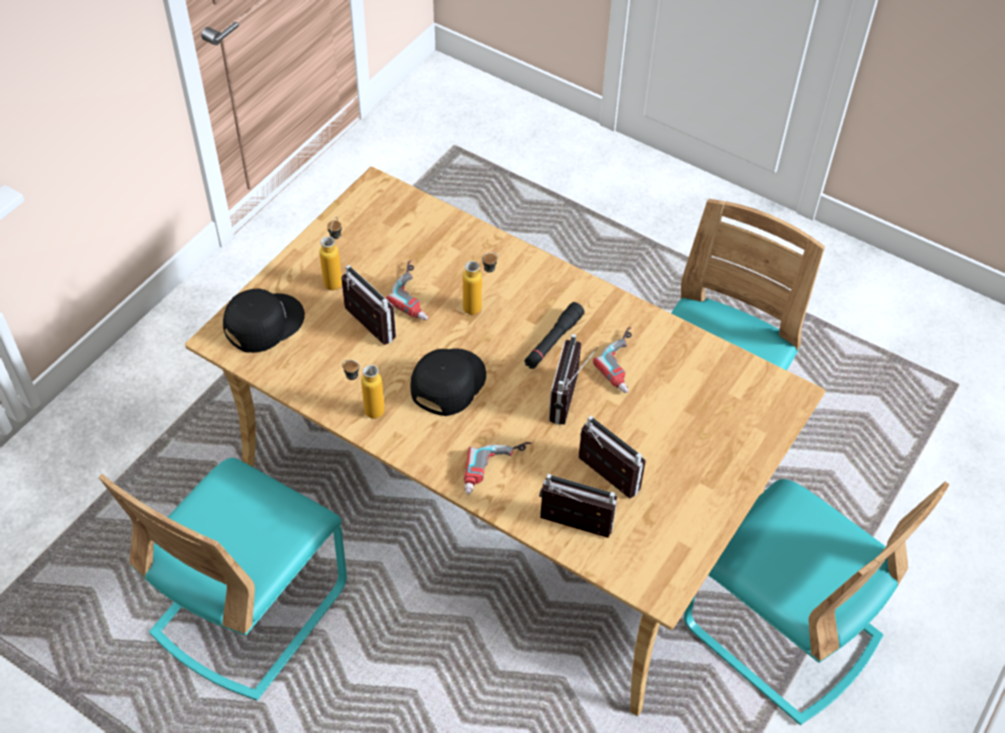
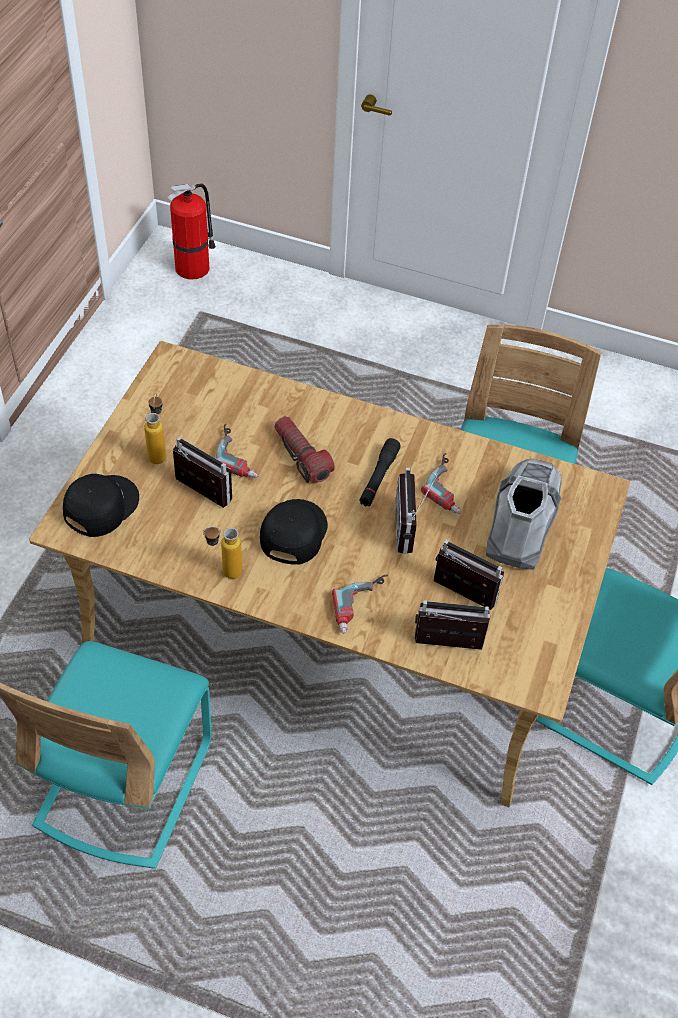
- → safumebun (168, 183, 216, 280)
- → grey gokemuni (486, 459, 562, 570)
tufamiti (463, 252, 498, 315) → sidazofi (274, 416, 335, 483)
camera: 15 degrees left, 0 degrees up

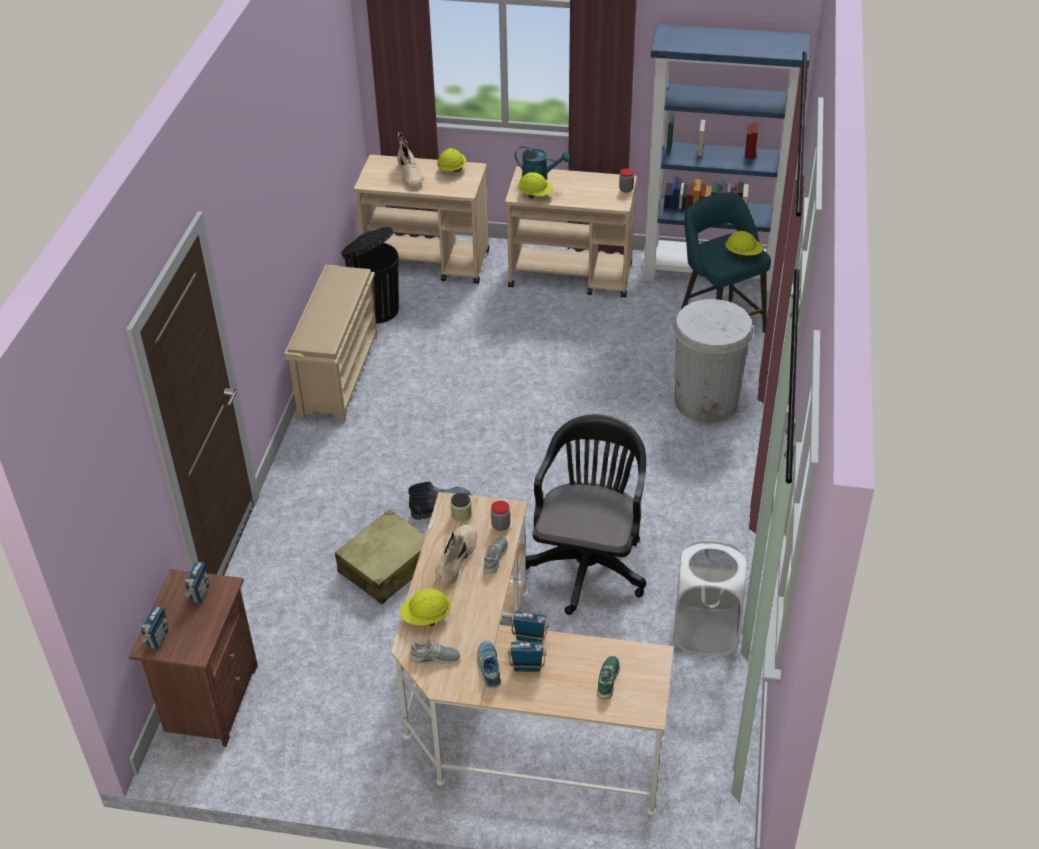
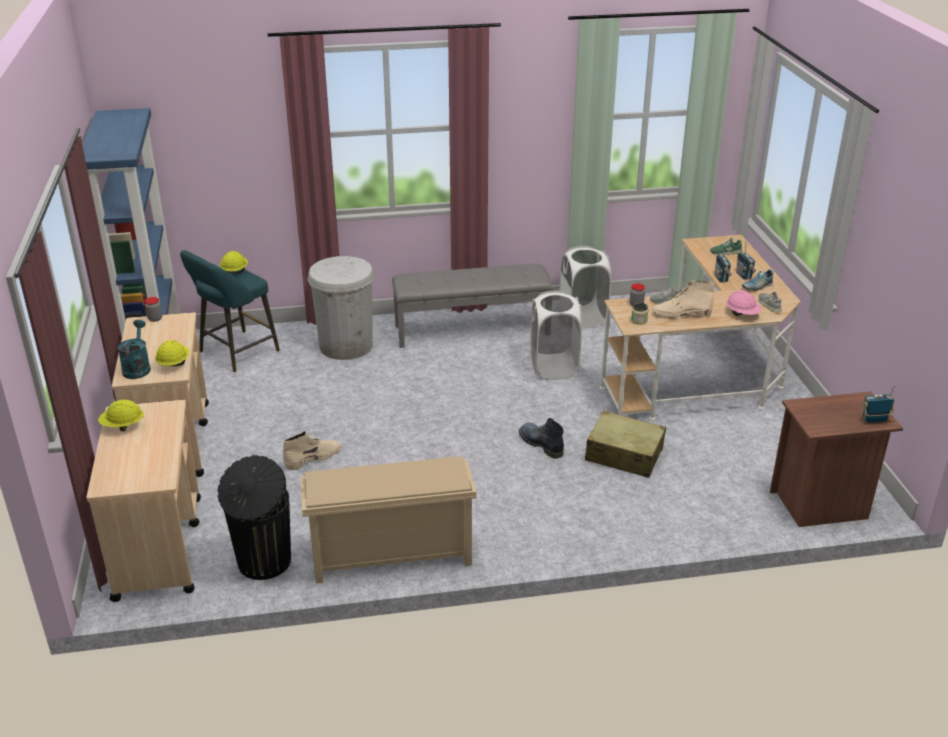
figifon (184, 562, 209, 603) → -
- → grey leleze (392, 264, 554, 348)
beige gokemuni (397, 132, 423, 187) → beige gokemuni (283, 430, 341, 470), move
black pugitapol (526, 414, 646, 615) → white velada (530, 291, 582, 380)
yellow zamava (400, 588, 451, 626) → pink zamava (726, 290, 761, 316)
camera: 110 degrees left, 10 degrees down

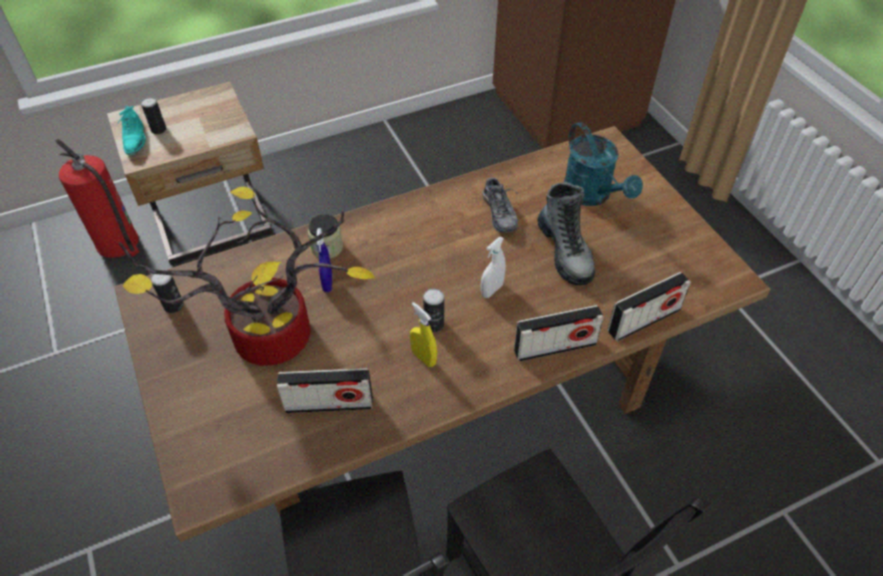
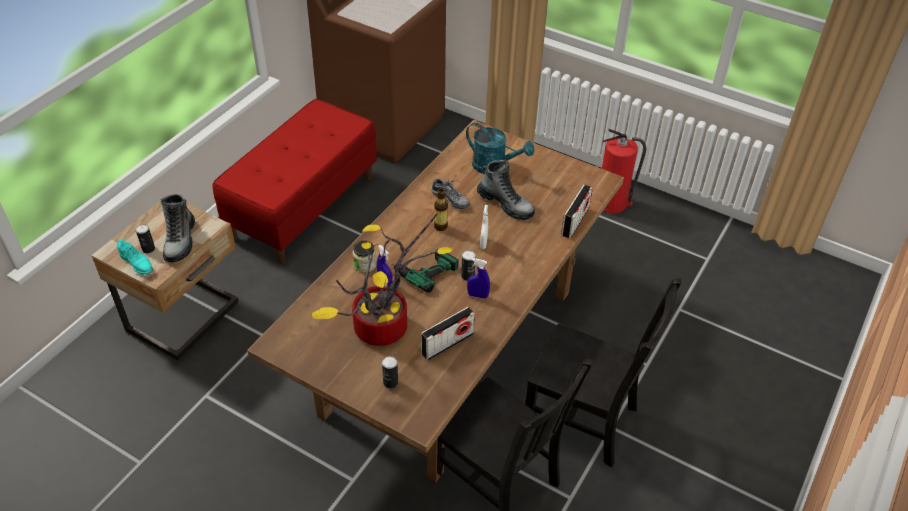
figifon (514, 305, 604, 362) → -
- → gokemuni (161, 194, 195, 262)
- → red leleze (213, 99, 377, 264)
- → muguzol (386, 249, 459, 293)
- → tufamiti (434, 188, 448, 231)
safumebun (55, 139, 139, 258) → safumebun (602, 129, 646, 214), move
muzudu (151, 274, 184, 313) → muzudu (382, 356, 398, 389), move
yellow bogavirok (410, 302, 437, 367) → blue bogavirok (467, 258, 490, 299)
camera: 35 degrees left, 5 degrees down

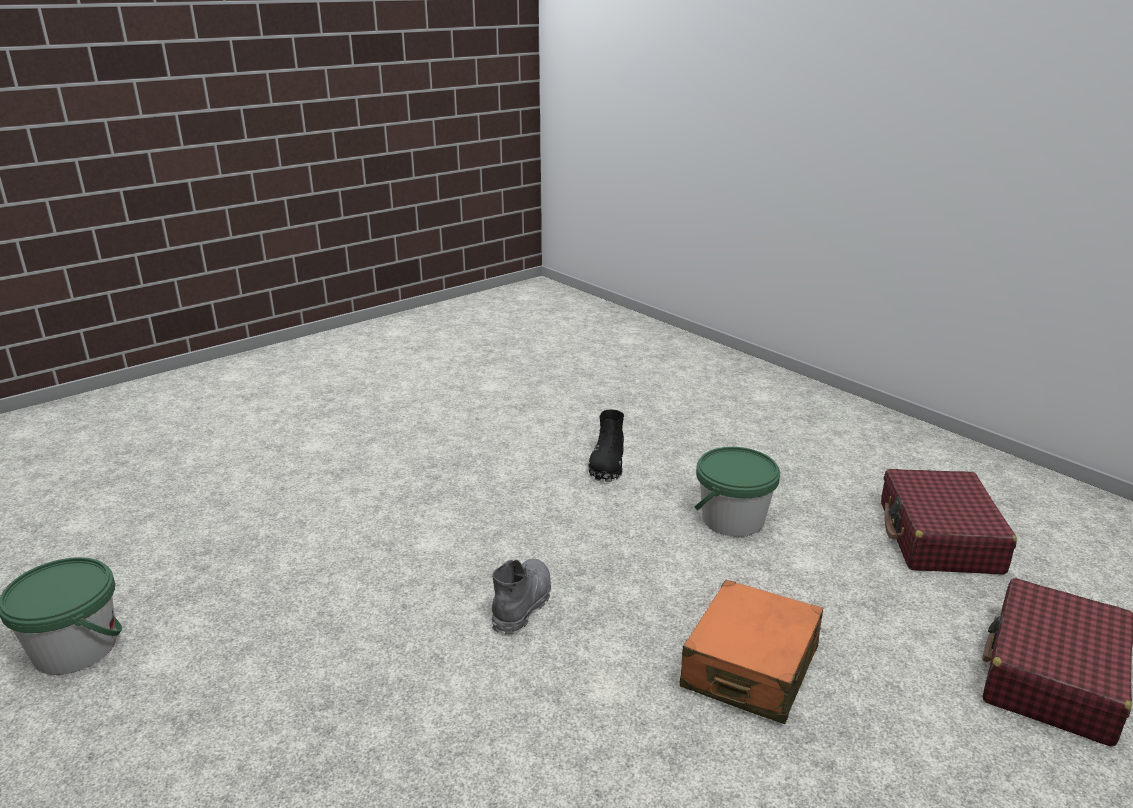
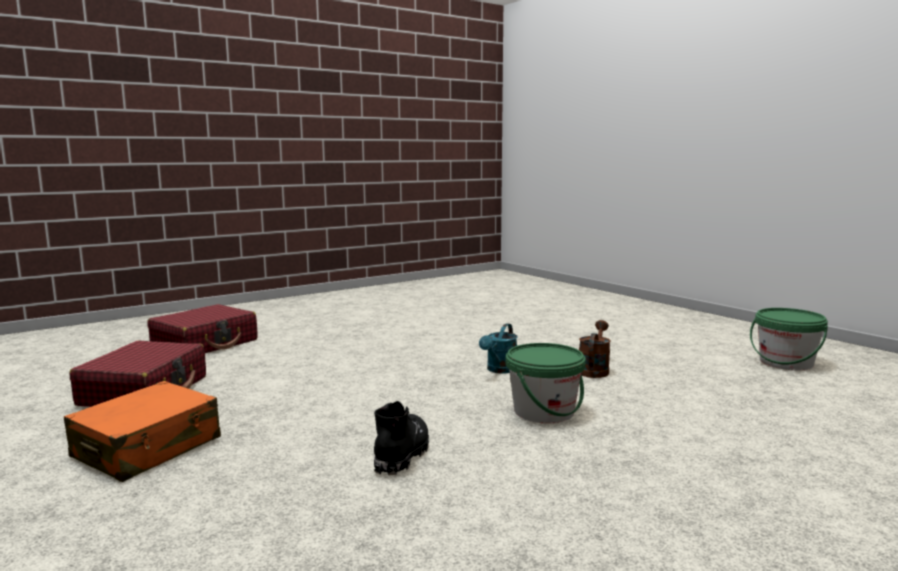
- → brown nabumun (579, 320, 611, 378)
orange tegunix (680, 580, 823, 724) → orange tegunix (64, 381, 221, 482), move
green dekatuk (695, 447, 780, 537) → green dekatuk (506, 343, 586, 423), move
grey gokemuni (492, 558, 551, 635) → turquoise nabumun (479, 323, 517, 373)
camera: 175 degrees left, 15 degrees down

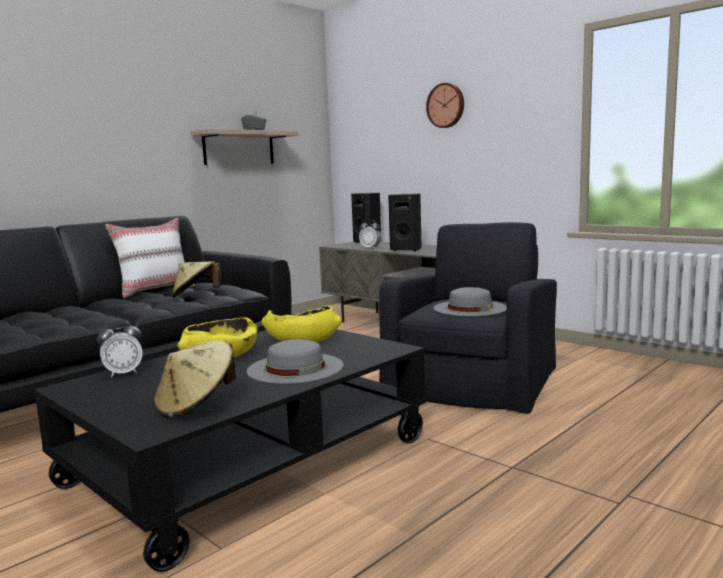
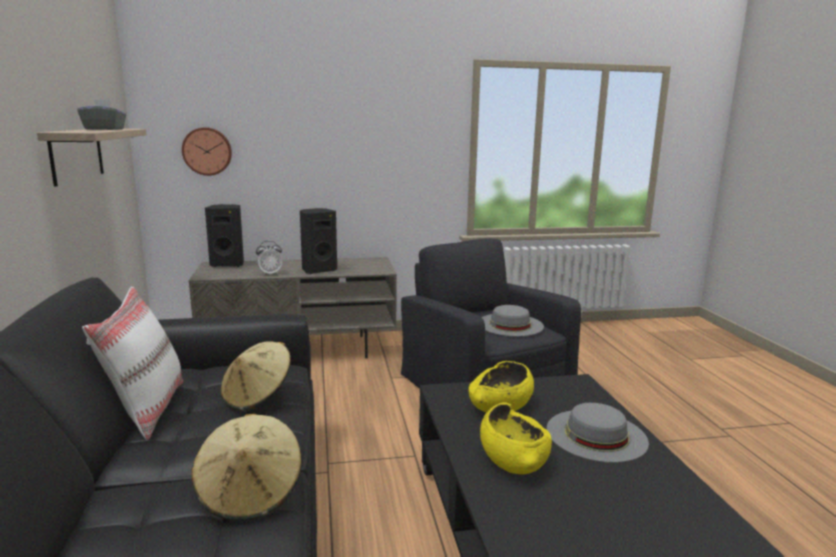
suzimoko (97, 320, 143, 377) → -
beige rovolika (154, 341, 236, 418) → beige rovolika (191, 414, 302, 521), move
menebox (426, 83, 464, 128) → menebox (182, 127, 232, 176), move
camera: 55 degrees left, 5 degrees up

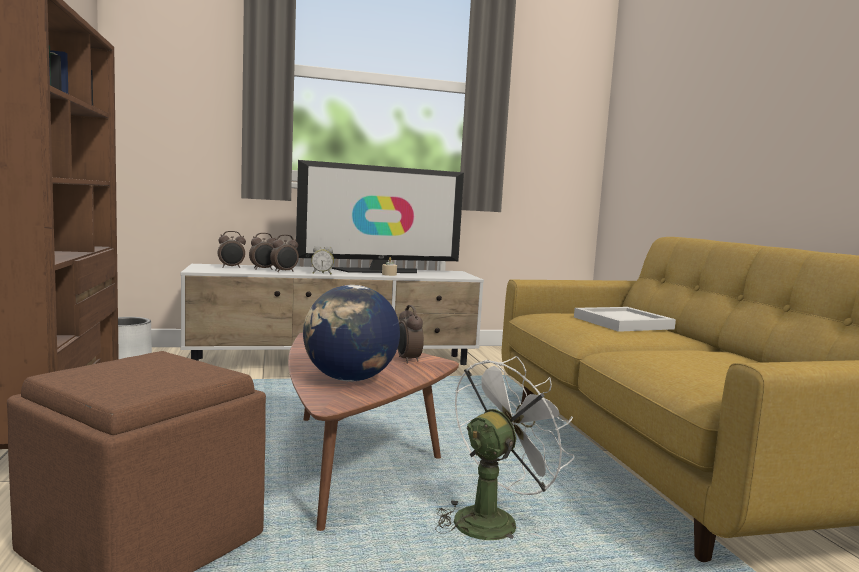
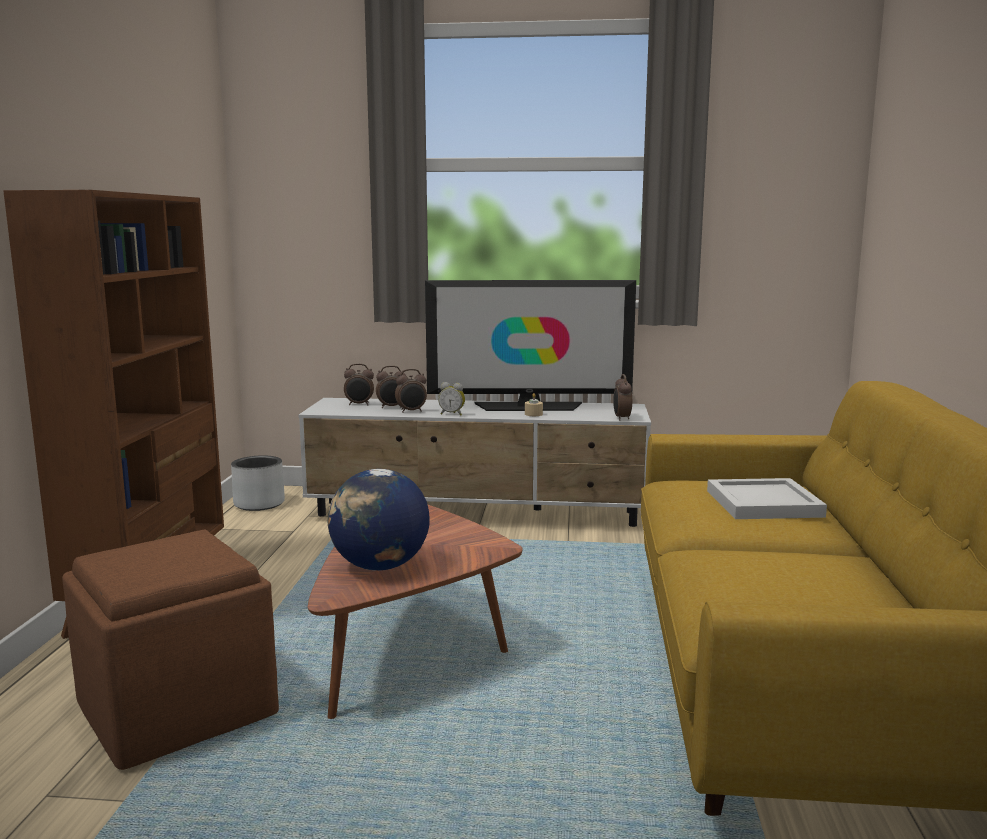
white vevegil (436, 356, 574, 540) → -
suzimoko (397, 305, 424, 364) → suzimoko (613, 374, 632, 421), move
camera: 20 degrees right, 5 degrees up

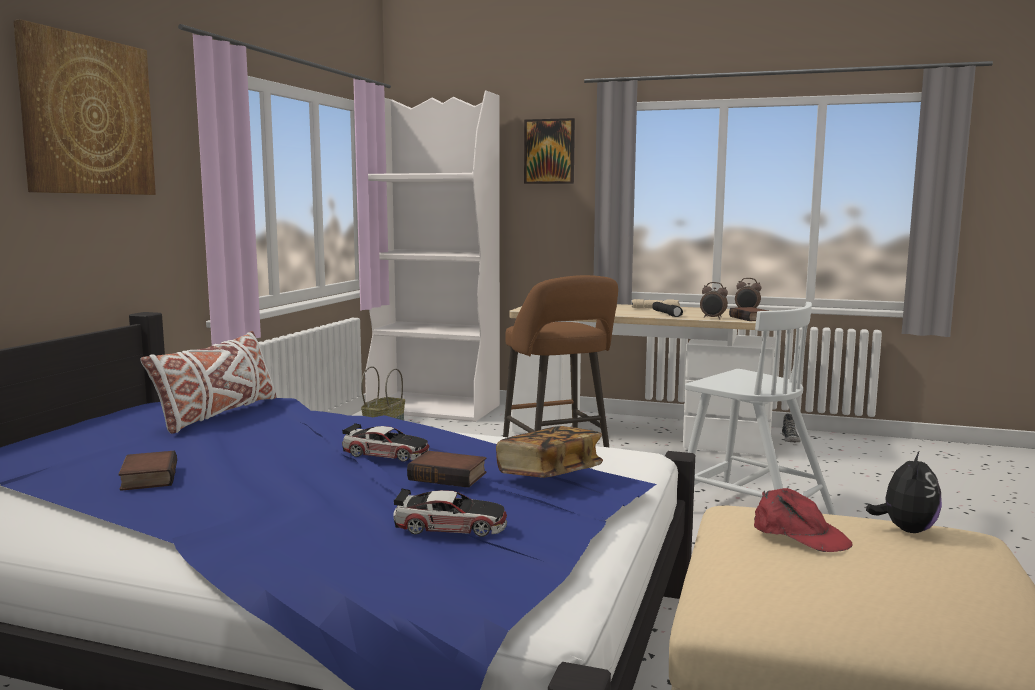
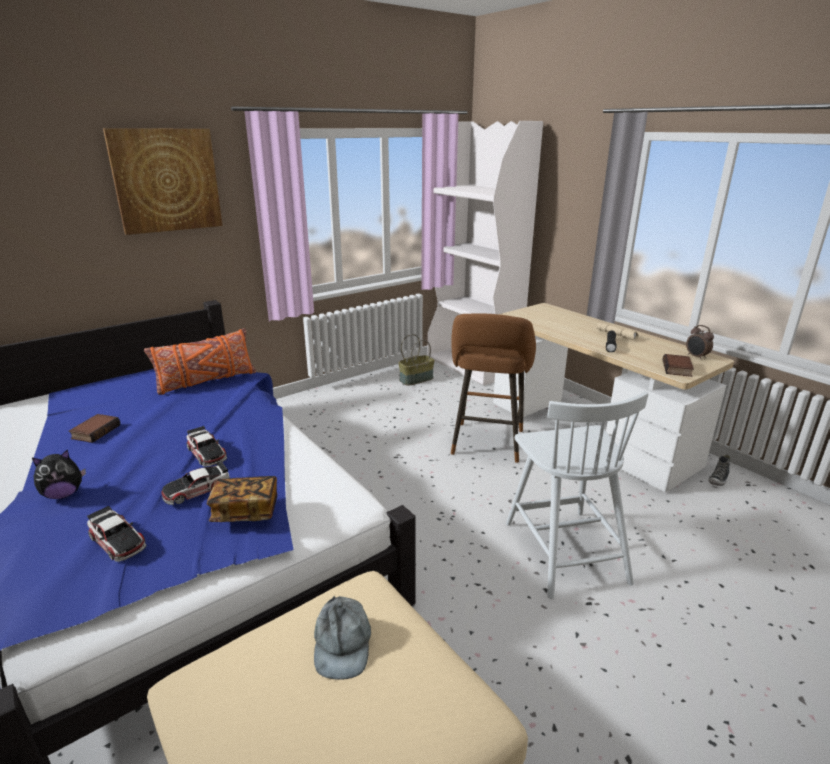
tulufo (524, 118, 575, 184) → -
suzimoko (700, 282, 728, 319) → -
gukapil (866, 450, 942, 533) → gukapil (32, 450, 86, 499), move
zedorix (407, 451, 487, 488) → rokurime (162, 461, 230, 505)
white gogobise (140, 331, 276, 434) → orange gogobise (144, 328, 256, 395)
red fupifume (754, 488, 853, 552) → grey fupifume (314, 596, 371, 680)
camera: 35 degrees right, 15 degrees up

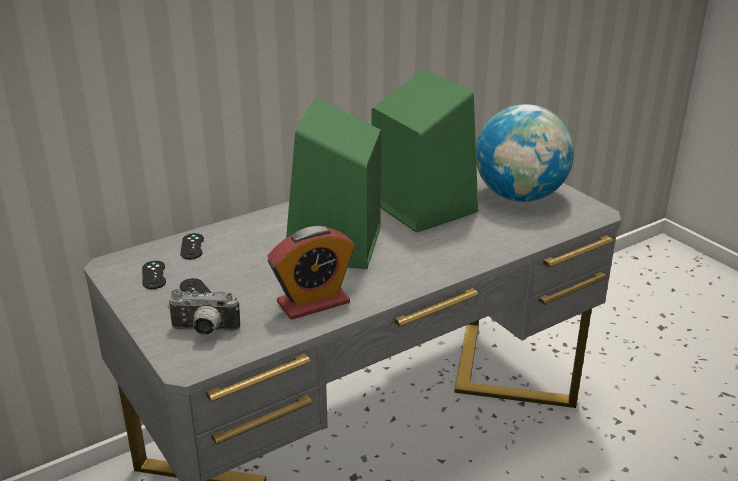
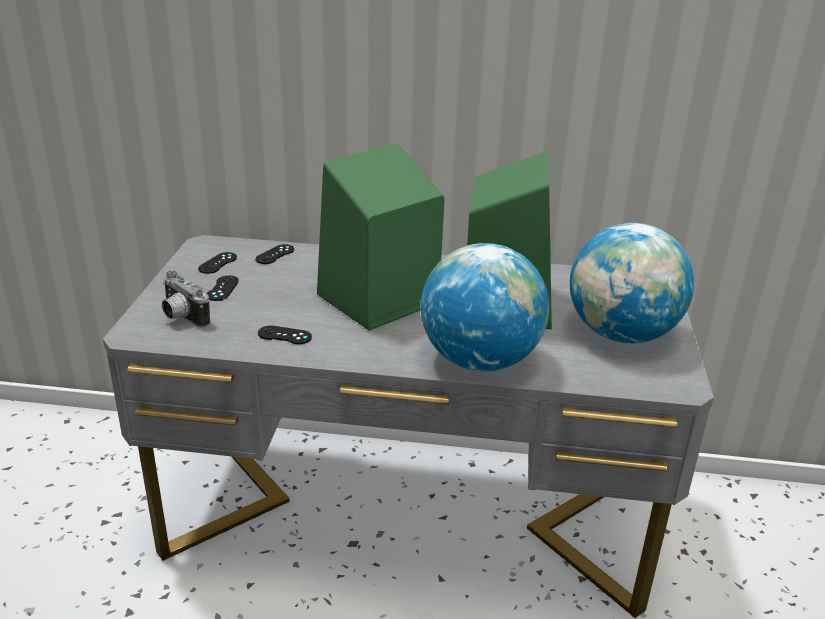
- → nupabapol (421, 243, 549, 371)
suzimoko (268, 226, 355, 320) → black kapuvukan (258, 326, 312, 344)
camera: 40 degrees right, 0 degrees up

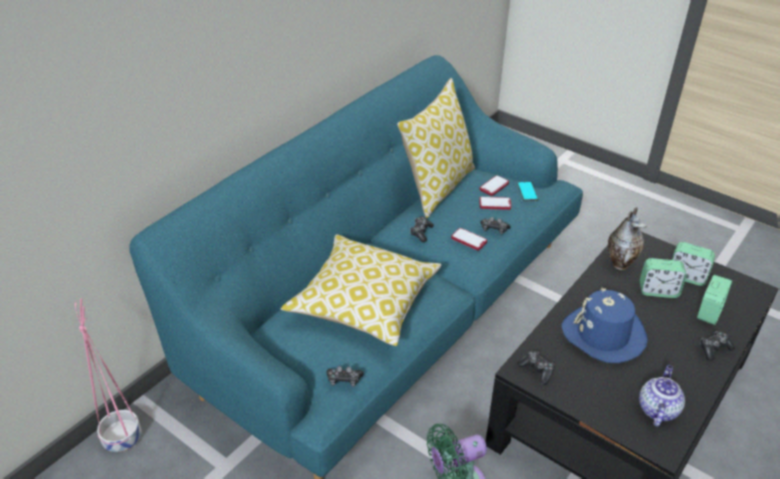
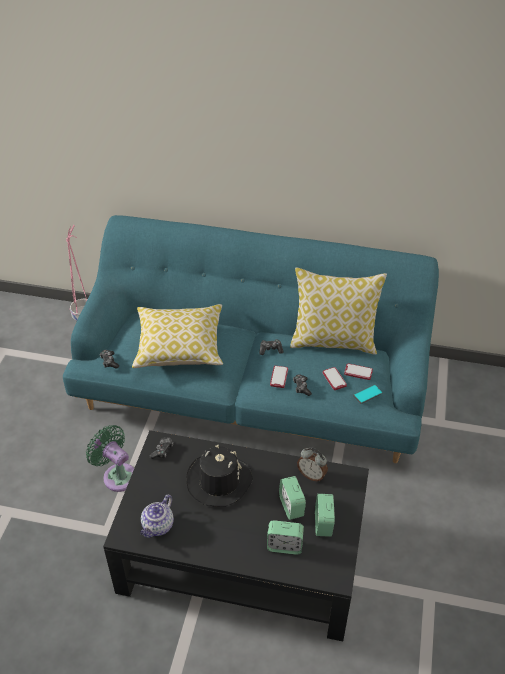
kapuvukan (700, 331, 735, 361) → -
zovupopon (608, 207, 647, 270) → suzimoko (297, 448, 328, 481)
blue rovolika (562, 288, 648, 363) → black rovolika (186, 445, 252, 507)
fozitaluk (639, 365, 685, 426) → fozitaluk (140, 495, 174, 538), 120 degrees clockwise
camera: 65 degrees right, 5 degrees up

